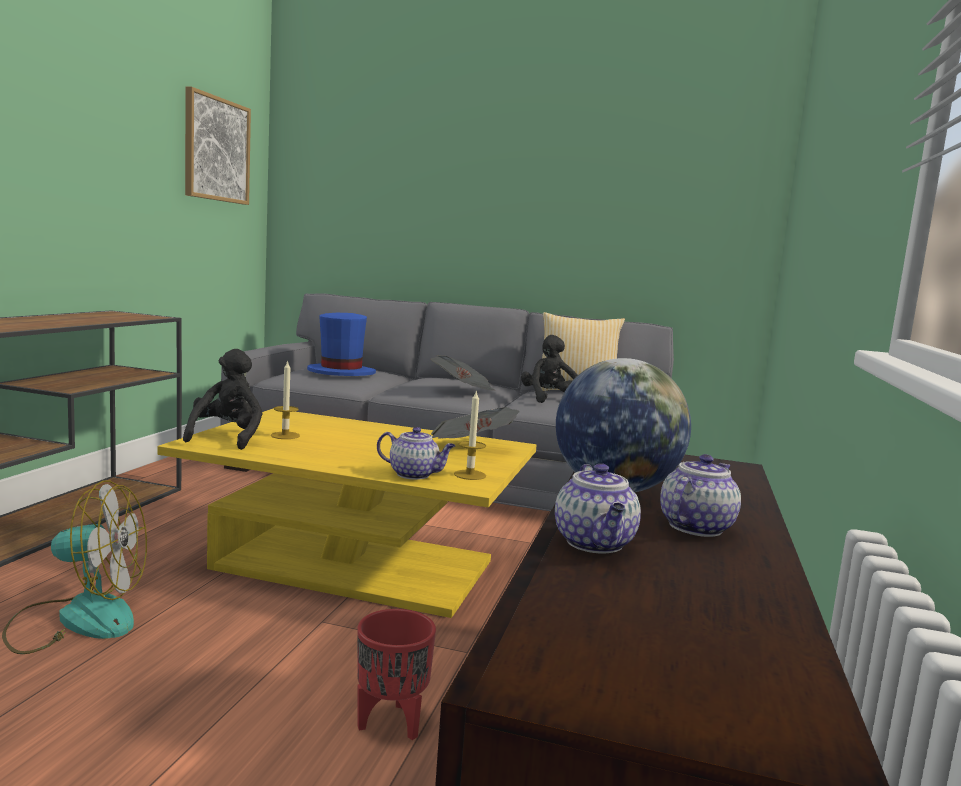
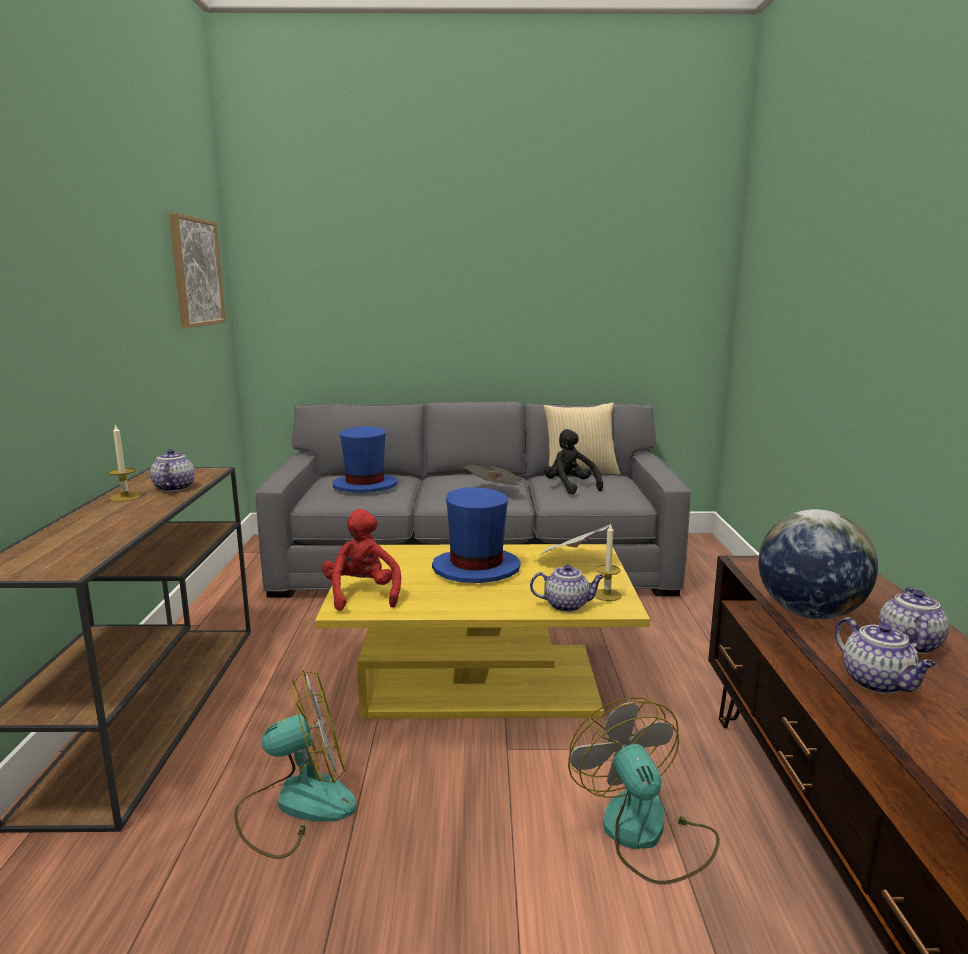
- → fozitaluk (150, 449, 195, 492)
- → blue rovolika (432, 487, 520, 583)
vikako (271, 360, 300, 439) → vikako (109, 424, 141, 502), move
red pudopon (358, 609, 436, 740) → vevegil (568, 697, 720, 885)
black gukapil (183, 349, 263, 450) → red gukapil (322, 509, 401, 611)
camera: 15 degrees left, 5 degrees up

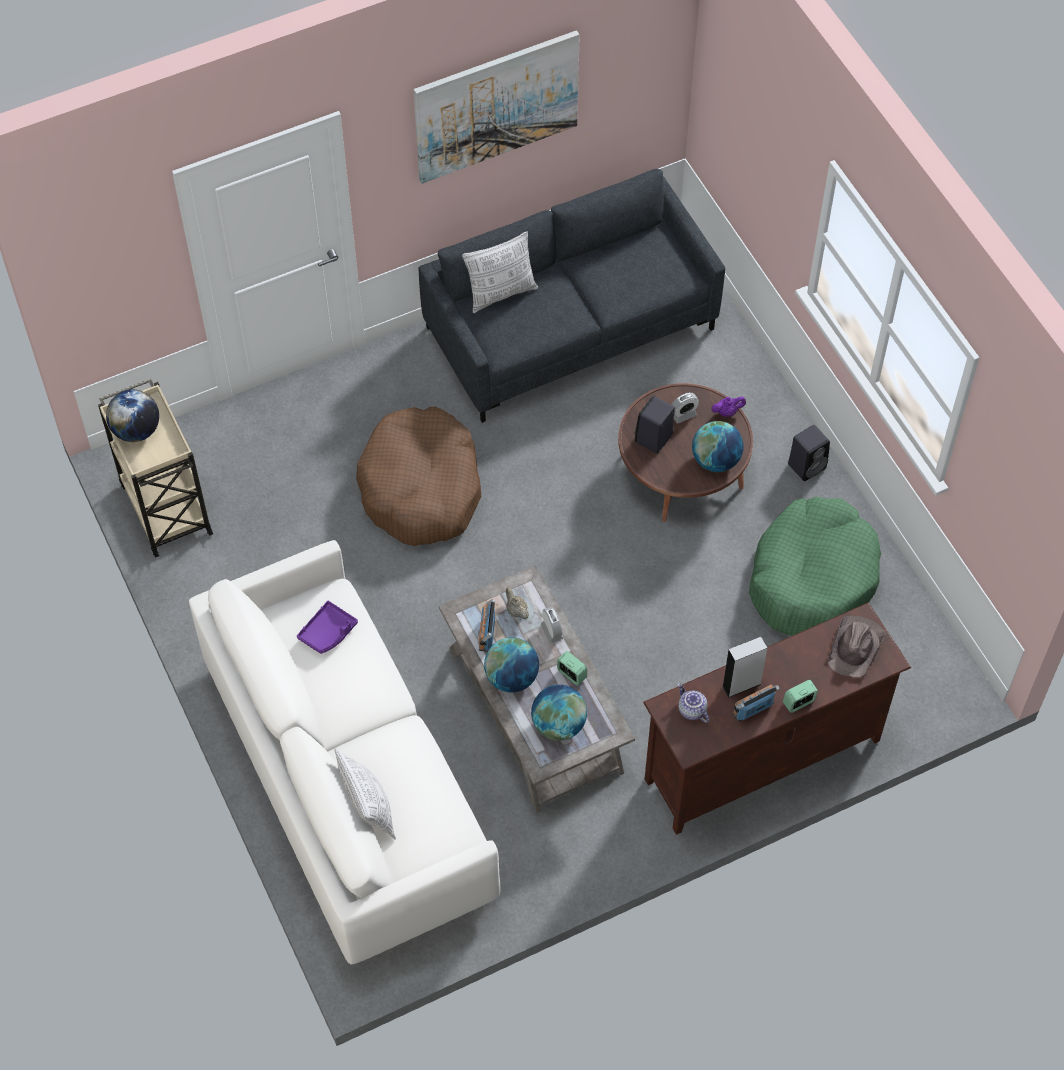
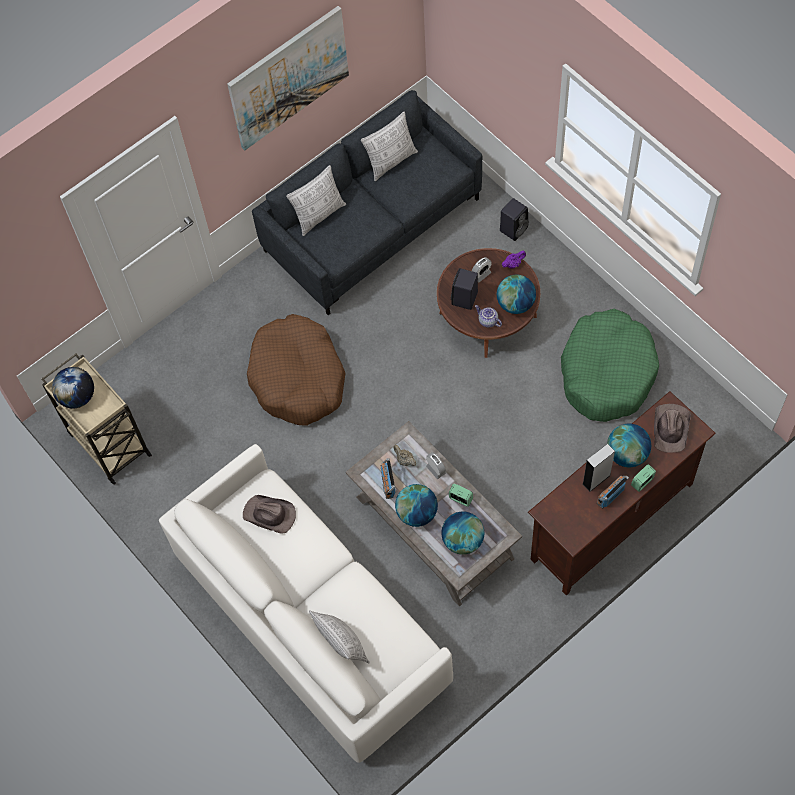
- → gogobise (361, 111, 418, 181)
- → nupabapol (607, 424, 651, 467)
fozitaluk (678, 683, 709, 723) → fozitaluk (475, 305, 502, 328), move
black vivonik (788, 425, 830, 481) → black vivonik (500, 198, 529, 241), move
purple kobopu (297, 601, 358, 654) → brown rovolika (243, 495, 296, 534)
camera: 10 degrees left, 5 degrees up

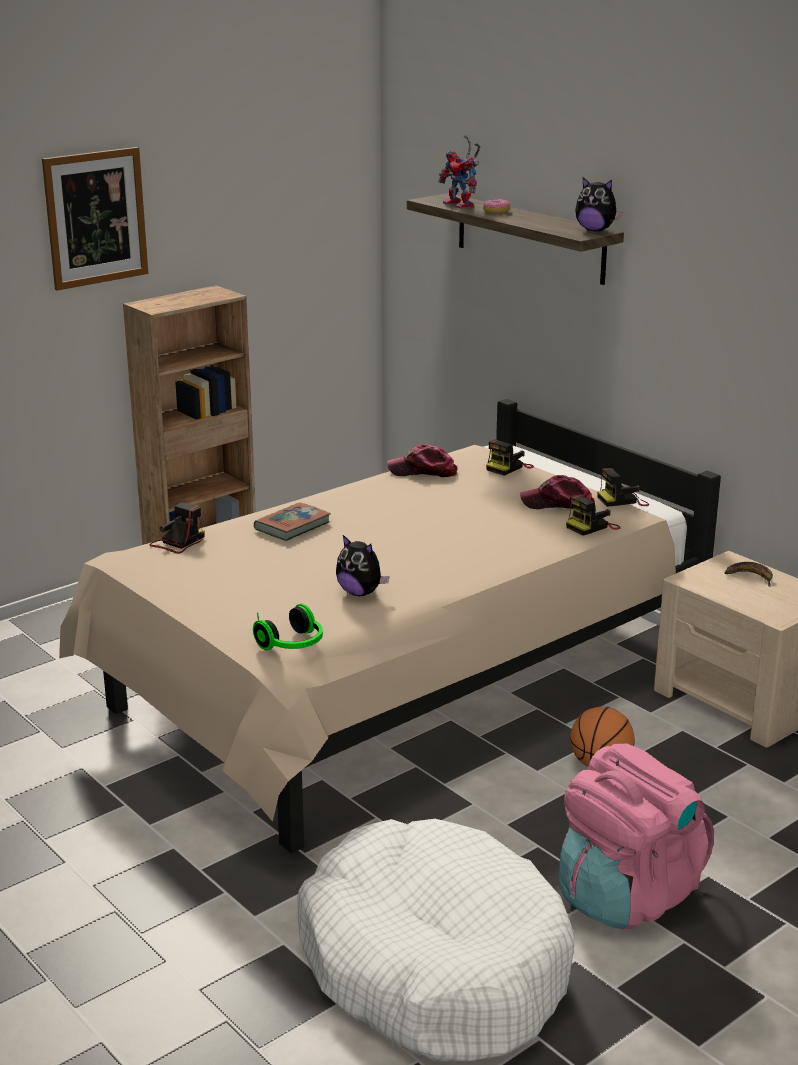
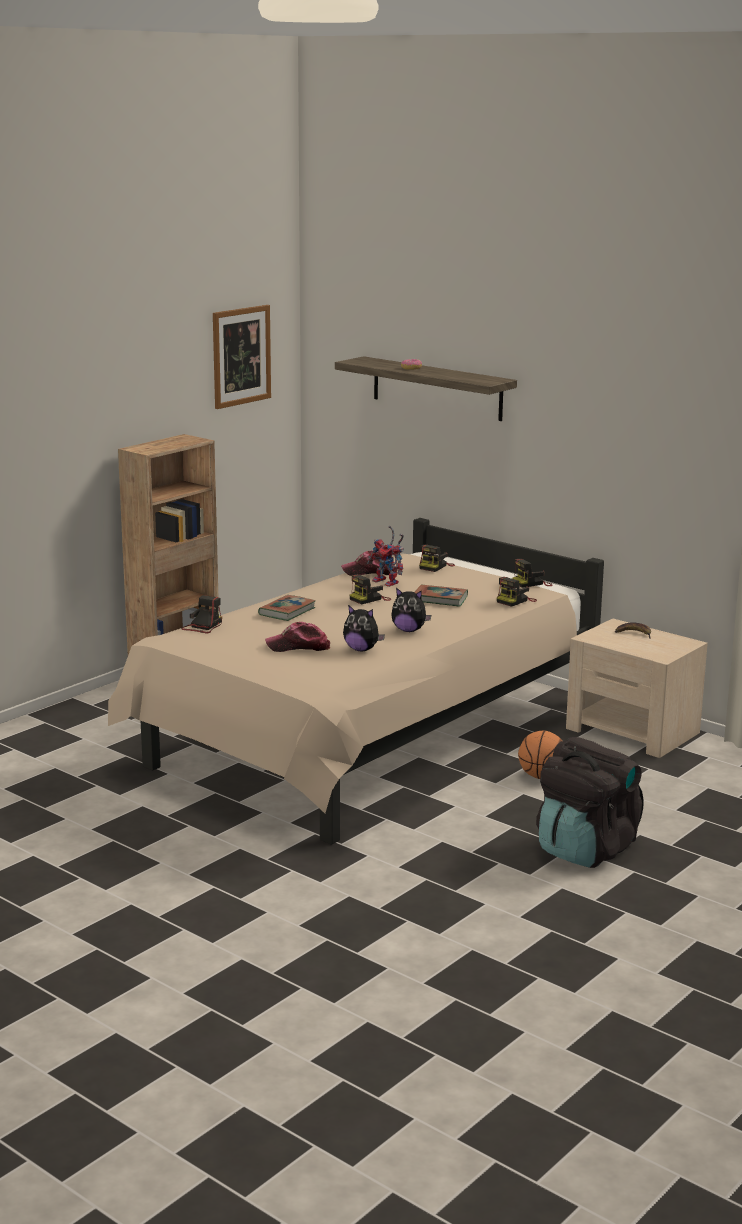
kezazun (253, 604, 323, 650) → -
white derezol (297, 819, 575, 1061) → -
- → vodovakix (349, 574, 391, 604)
- → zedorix (415, 585, 468, 607)
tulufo (42, 147, 148, 291) → tulufo (213, 305, 271, 409), move
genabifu (438, 135, 480, 208) → genabifu (367, 526, 404, 587), move
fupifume (520, 475, 595, 509) → fupifume (265, 622, 330, 652), move
gukapil (575, 177, 623, 231) → gukapil (391, 588, 431, 632), move
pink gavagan (559, 744, 714, 929) → black gavagan (536, 737, 644, 868)
camera: 10 degrees left, 5 degrees down

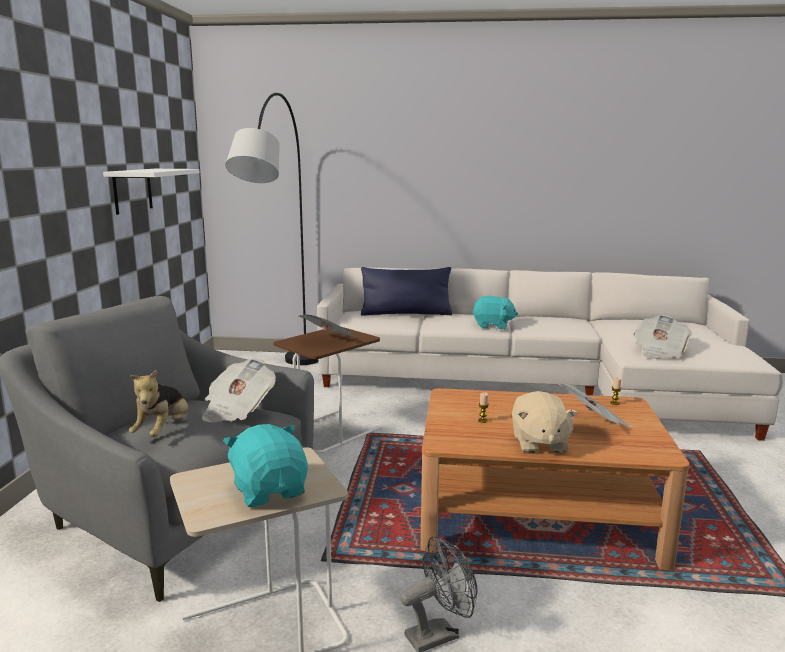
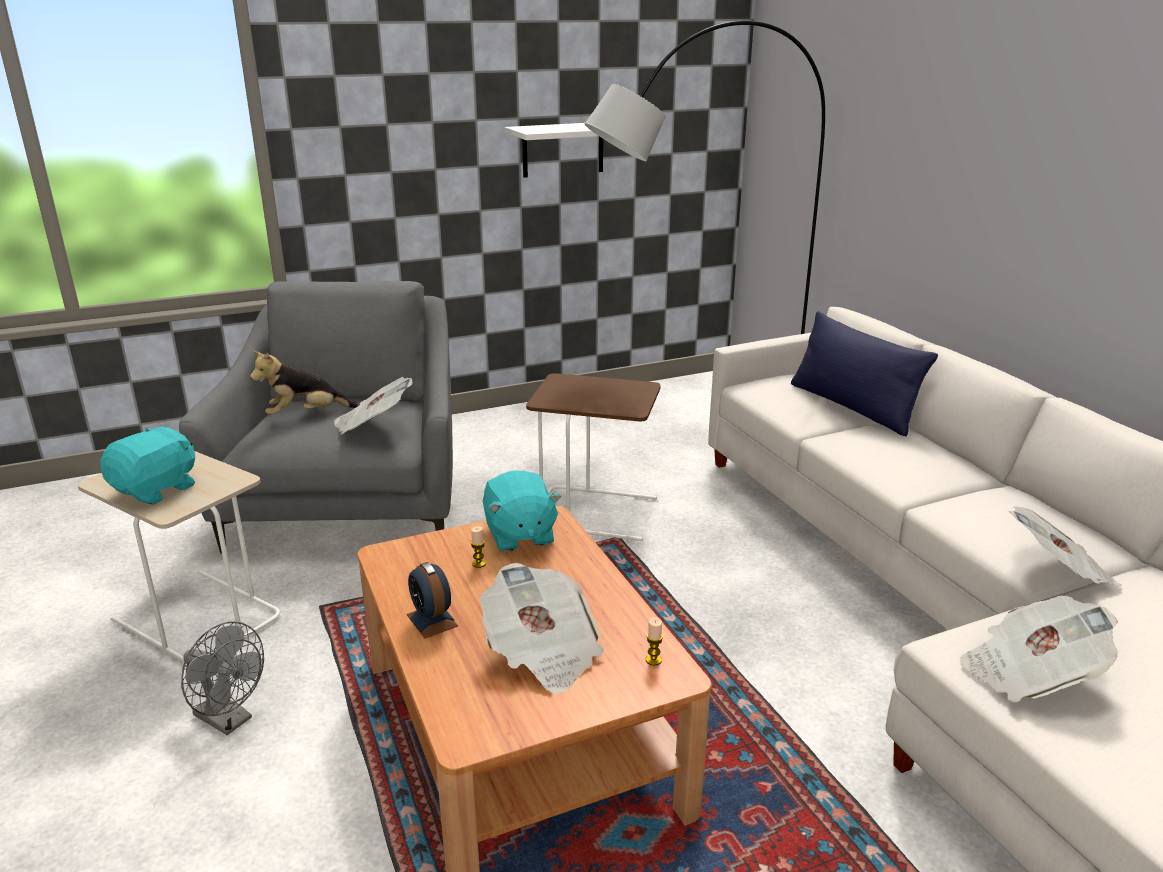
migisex (299, 314, 355, 336) → migisex (1009, 507, 1122, 587), move
turquoise gukapil (472, 296, 518, 329) → turquoise gukapil (483, 470, 561, 552), move
beige gukapil (512, 391, 578, 454) → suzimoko (407, 562, 458, 638)
camera: 60 degrees right, 10 degrees up

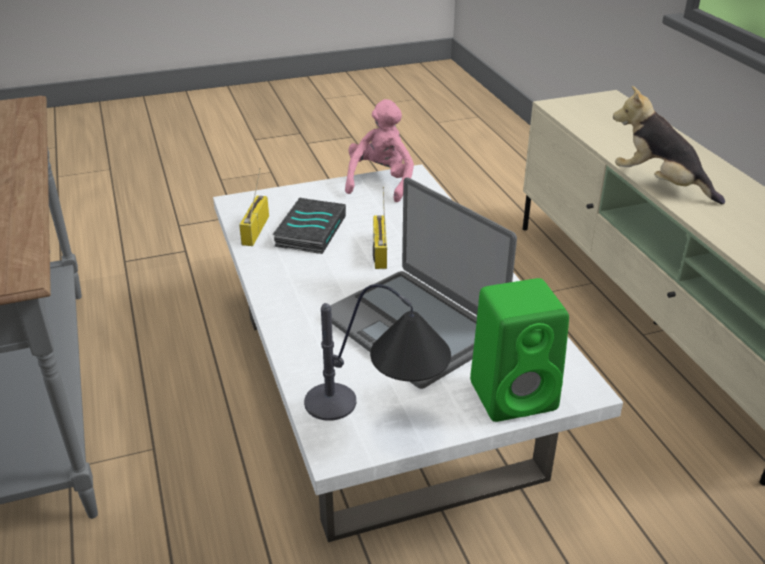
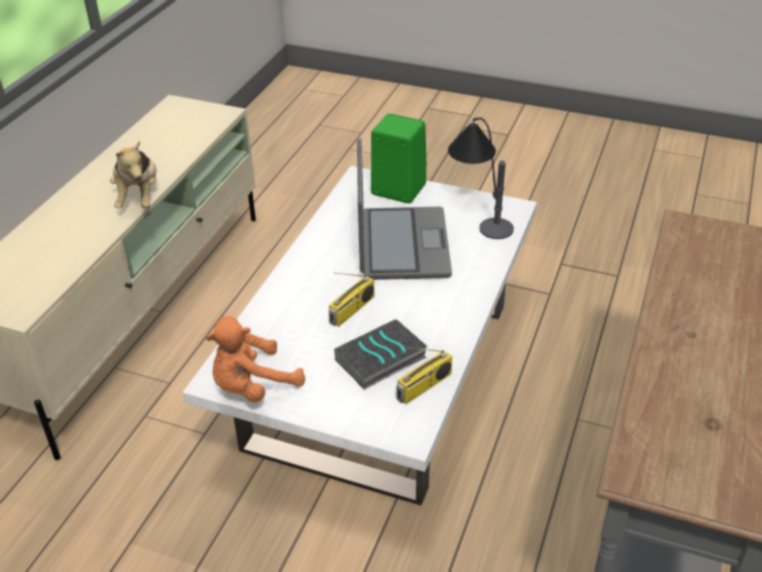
pink gukapil (345, 99, 414, 202) → orange gukapil (206, 316, 305, 403)
camera: 140 degrees left, 5 degrees up

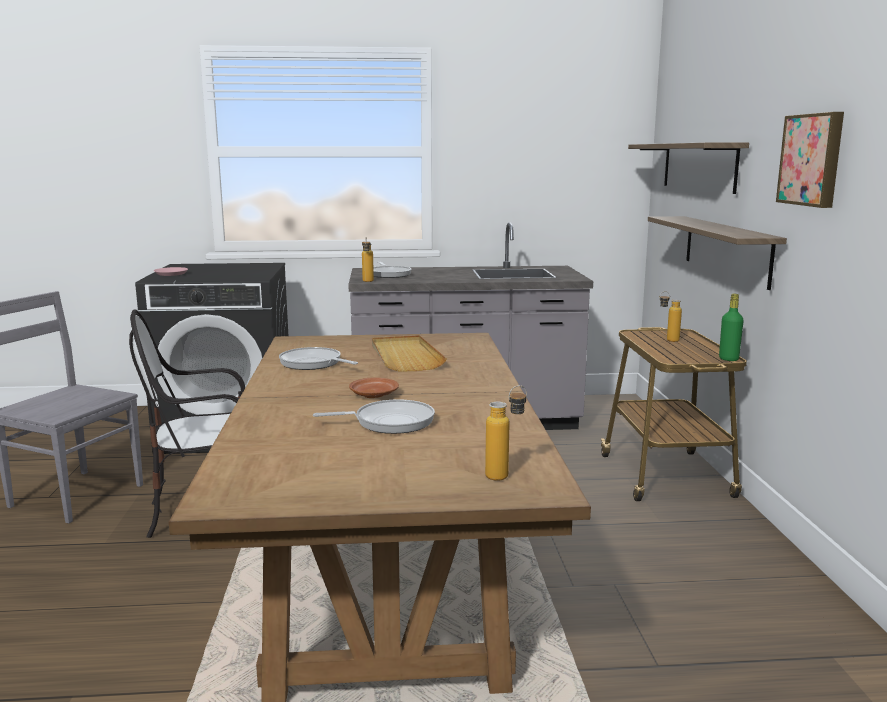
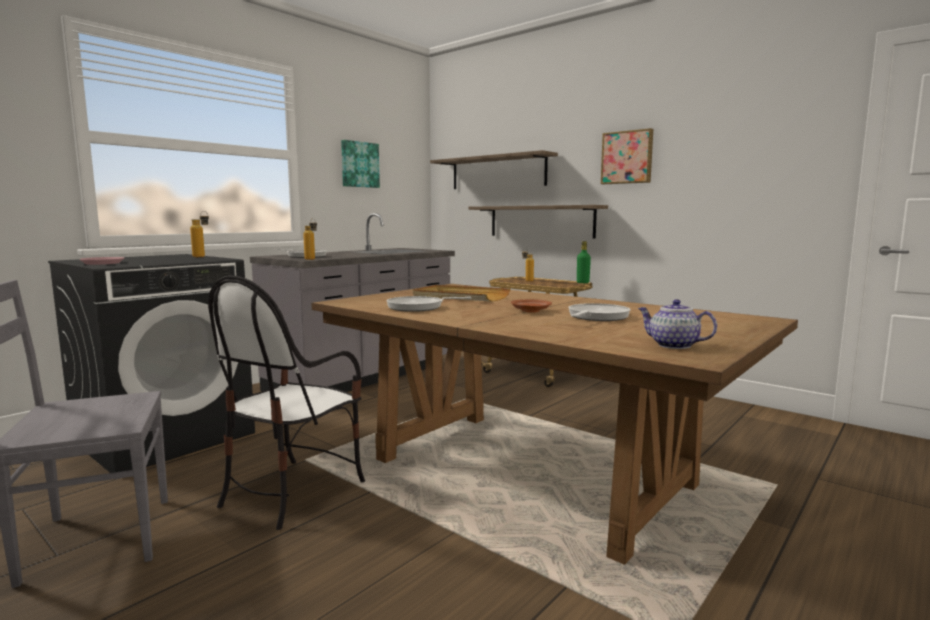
- → tulufo (341, 140, 380, 188)
- → fozitaluk (638, 299, 717, 349)
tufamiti (485, 385, 527, 481) → tufamiti (190, 211, 209, 257), move
camera: 45 degrees left, 5 degrees down

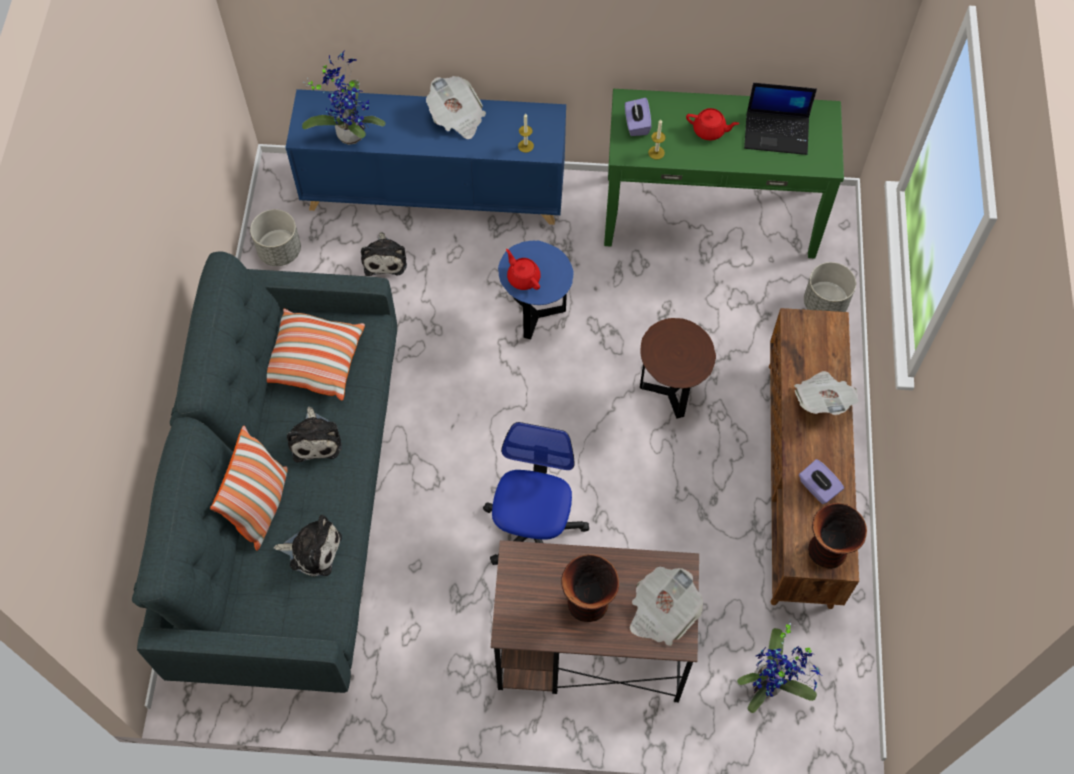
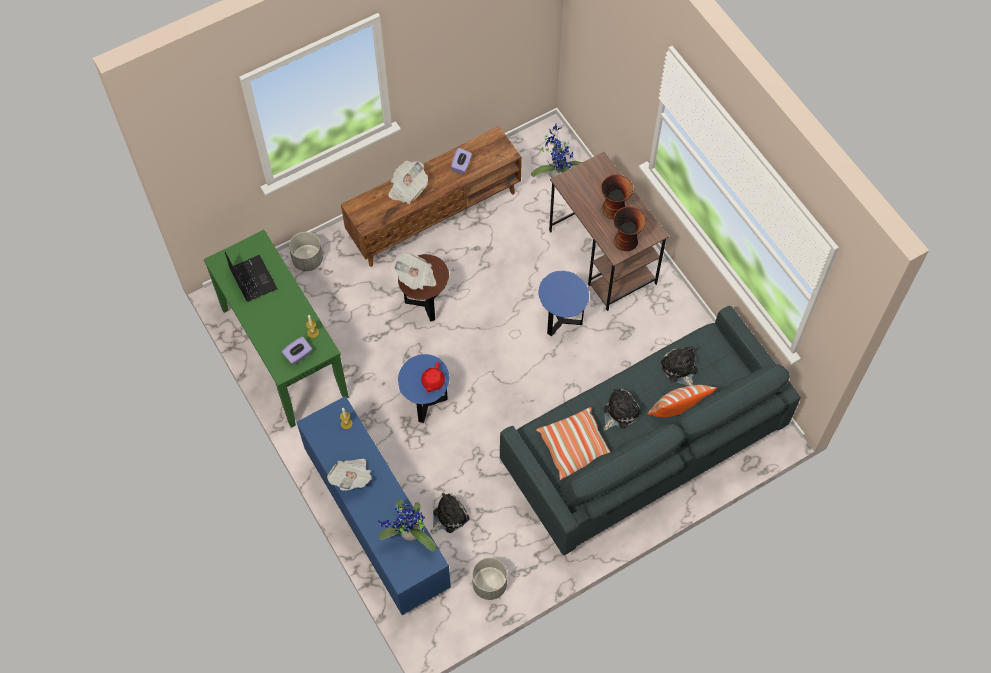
red fozitaluk (686, 108, 739, 141) → -
migisex (630, 566, 703, 646) → migisex (393, 253, 436, 290), move
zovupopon (808, 503, 867, 569) → zovupopon (613, 206, 646, 251), move
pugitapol (483, 422, 589, 565) → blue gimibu (538, 271, 589, 336)
camera: 125 degrees left, 0 degrees up

